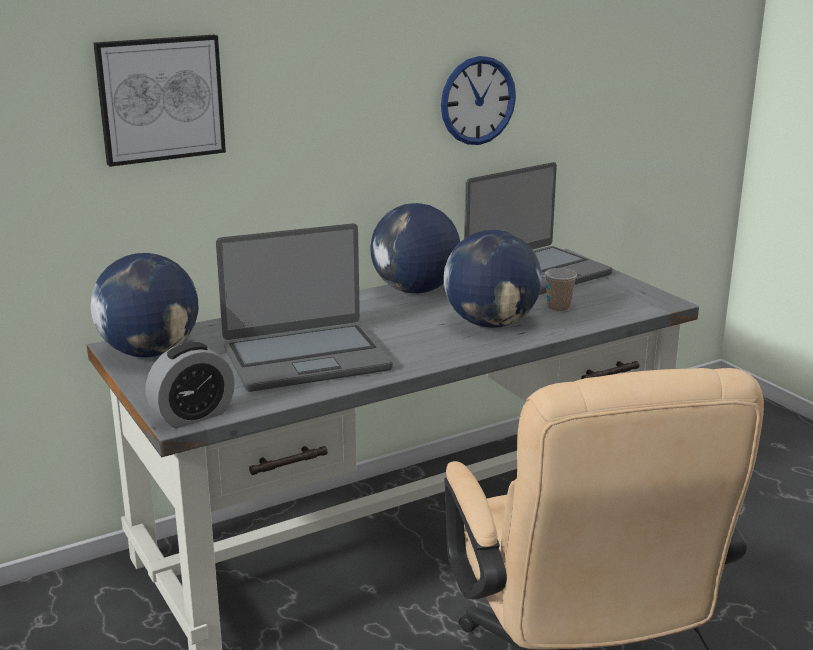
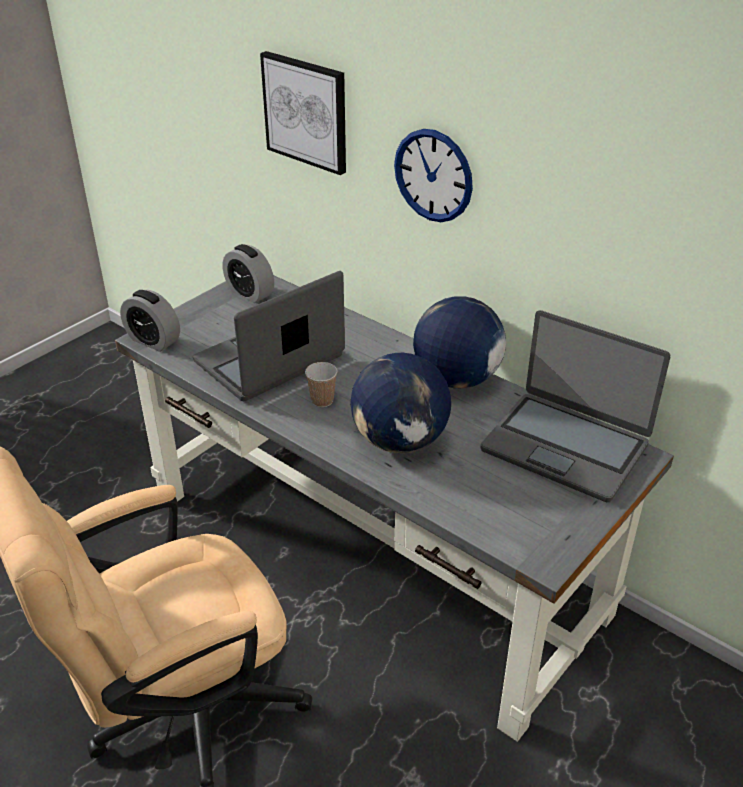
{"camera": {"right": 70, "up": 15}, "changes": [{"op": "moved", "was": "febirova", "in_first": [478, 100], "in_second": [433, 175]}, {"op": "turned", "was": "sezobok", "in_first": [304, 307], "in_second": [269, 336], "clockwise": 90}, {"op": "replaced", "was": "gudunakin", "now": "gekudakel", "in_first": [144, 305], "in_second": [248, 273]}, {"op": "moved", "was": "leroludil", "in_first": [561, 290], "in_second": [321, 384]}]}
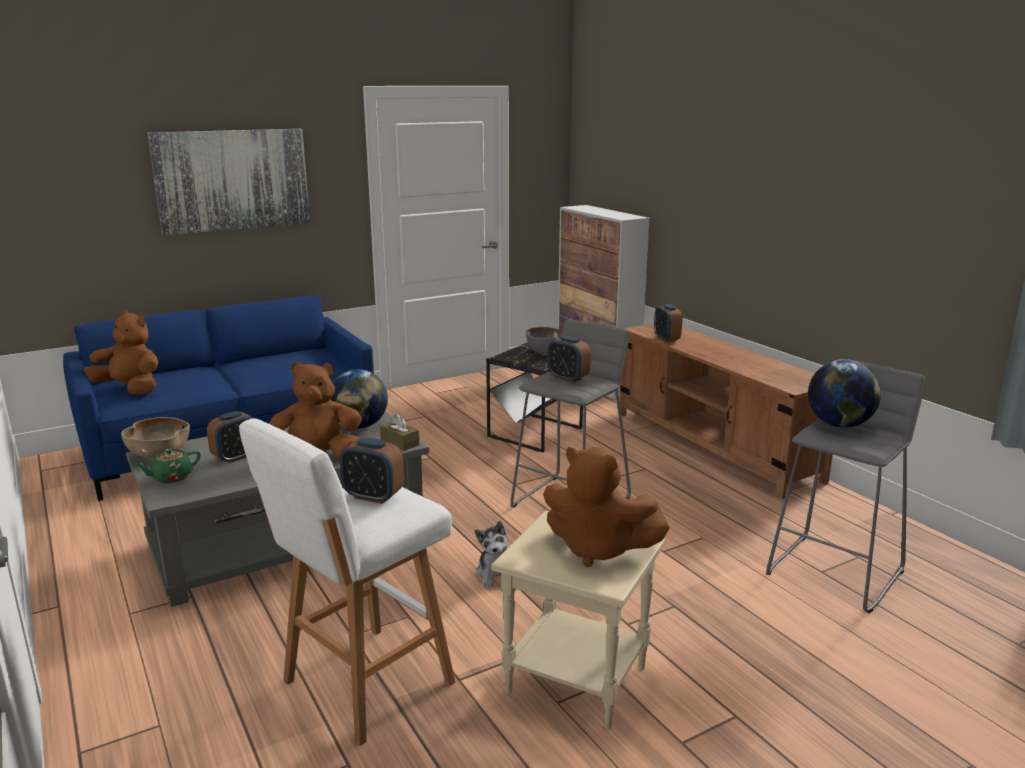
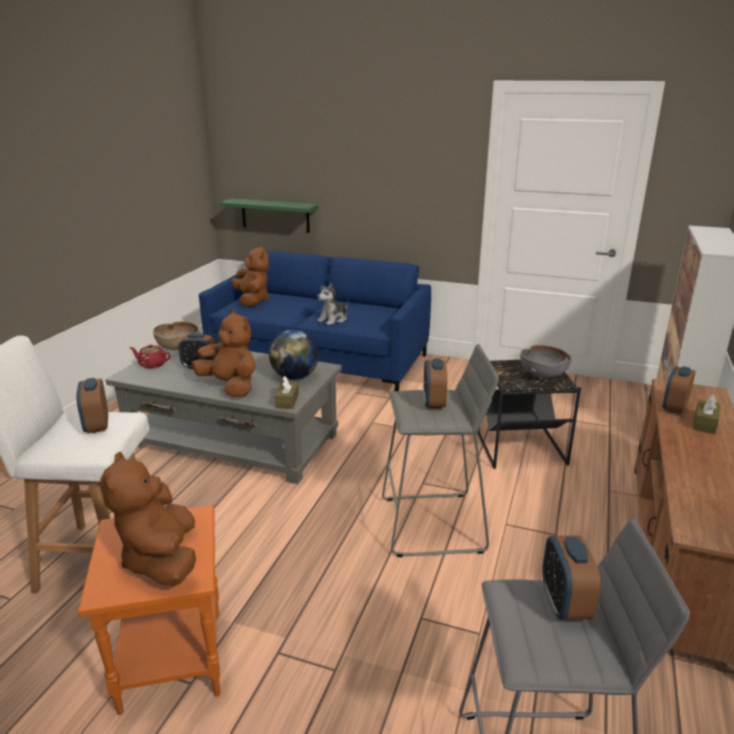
{"camera": {"right": 50, "up": 5}, "changes": [{"op": "removed", "was": "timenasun", "in_first": [228, 182]}, {"op": "replaced", "was": "gudunakin", "now": "gekudakel", "in_first": [844, 393], "in_second": [571, 577]}, {"op": "recoloured", "was": "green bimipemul", "now": "red bimipemul", "in_first": [167, 465], "in_second": [150, 356]}, {"op": "recoloured", "was": "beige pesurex", "now": "orange pesurex", "in_first": [578, 620], "in_second": [149, 610]}, {"op": "moved", "was": "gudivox", "in_first": [491, 554], "in_second": [332, 304]}, {"op": "added", "now": "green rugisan", "in_second": [269, 215]}, {"op": "added", "now": "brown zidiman", "in_second": [706, 414]}]}
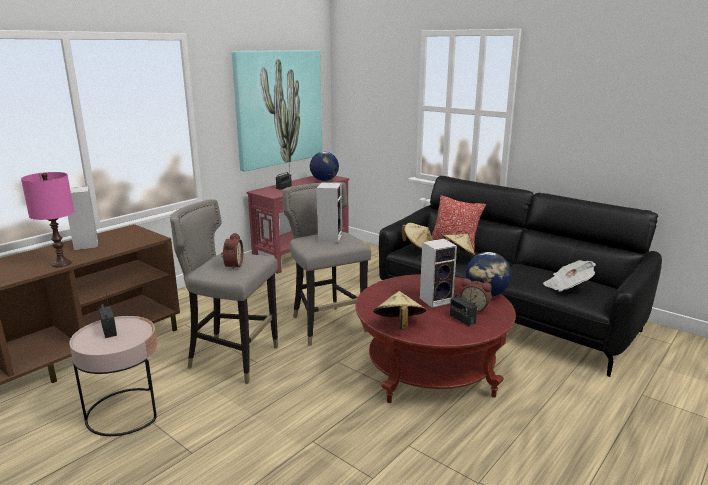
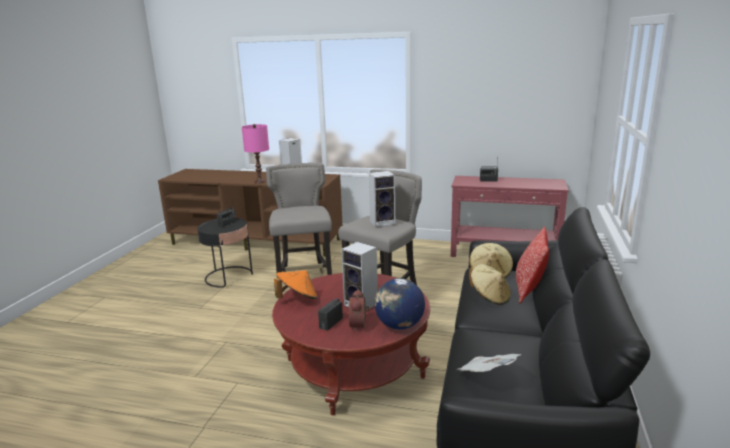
{"camera": {"right": 65, "up": 0}, "changes": [{"op": "removed", "was": "timenasun", "in_first": [277, 110]}, {"op": "removed", "was": "gudunakin", "in_first": [324, 166]}, {"op": "removed", "was": "gekudakel", "in_first": [232, 251]}, {"op": "recoloured", "was": "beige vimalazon", "now": "orange vimalazon", "in_first": [399, 310], "in_second": [295, 284]}, {"op": "recoloured", "was": "pink pesurex", "now": "black pesurex", "in_first": [113, 376], "in_second": [225, 253]}]}
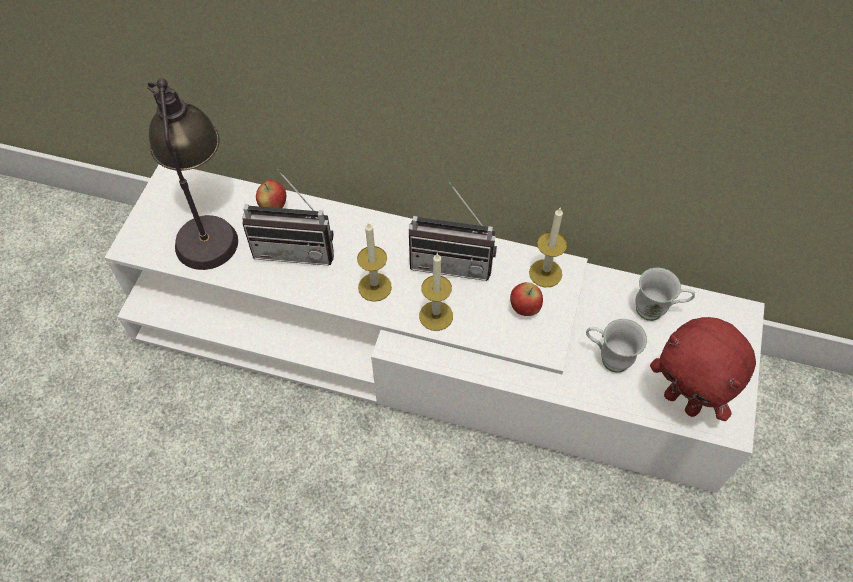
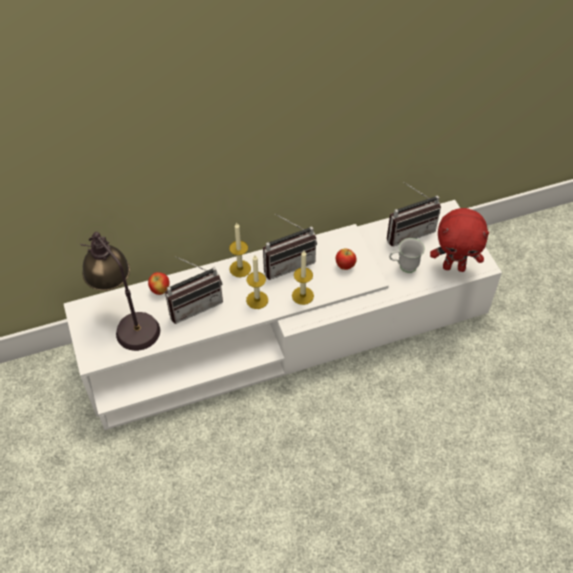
{"camera": {"right": -35, "up": -5}, "changes": [{"op": "moved", "was": "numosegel", "in_first": [548, 247], "in_second": [240, 250]}, {"op": "replaced", "was": "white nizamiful", "now": "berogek", "in_first": [665, 294], "in_second": [414, 214]}]}
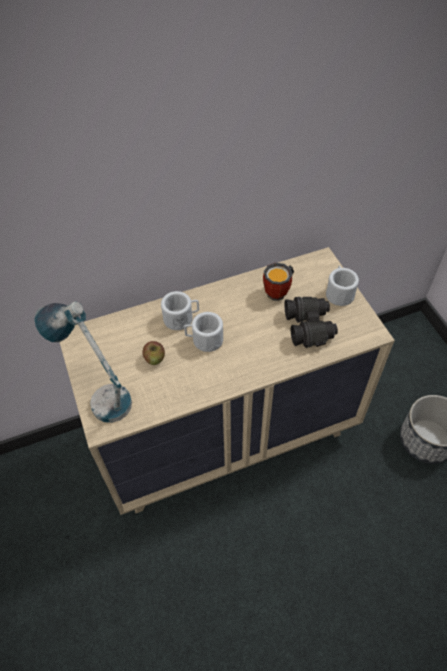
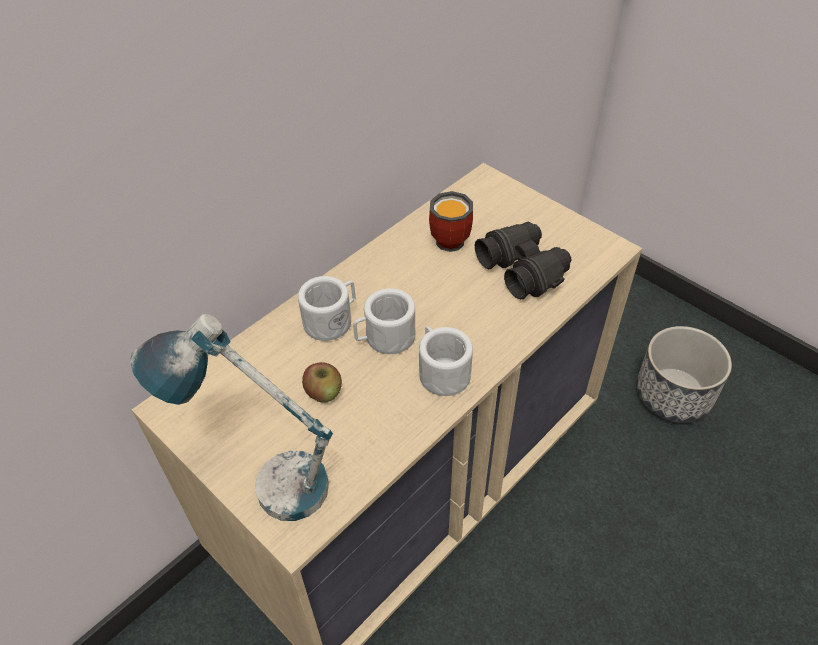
{"camera": {"right": -25, "up": -5}, "changes": [{"op": "moved", "was": "white nizamiful", "in_first": [342, 286], "in_second": [446, 361]}]}
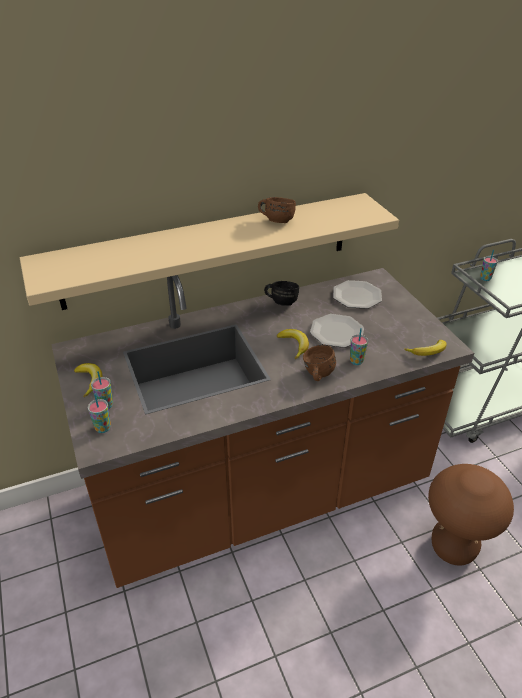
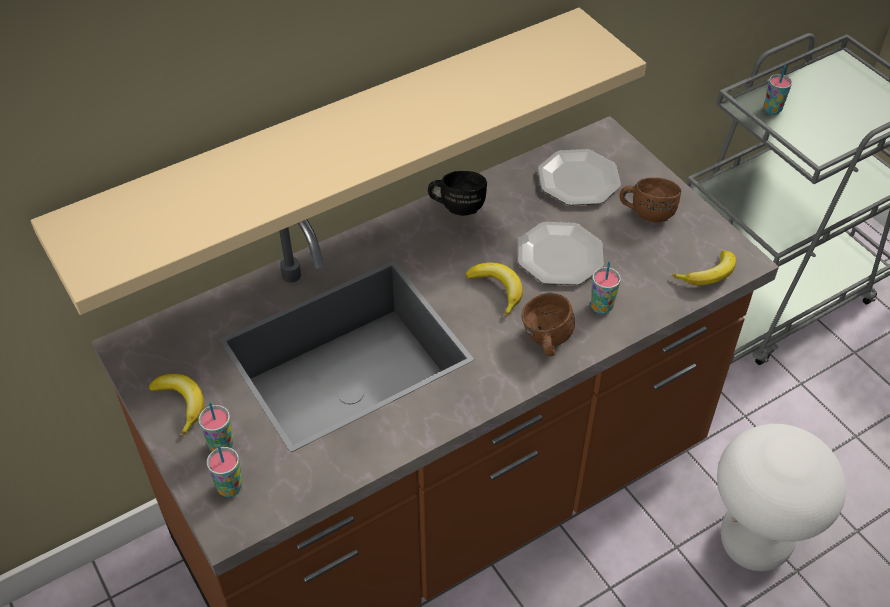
{"camera": {"right": -10, "up": 10}, "changes": [{"op": "moved", "was": "brown nizamiful", "in_first": [277, 210], "in_second": [650, 200]}, {"op": "recoloured", "was": "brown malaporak", "now": "white malaporak", "in_first": [471, 515], "in_second": [781, 497]}]}
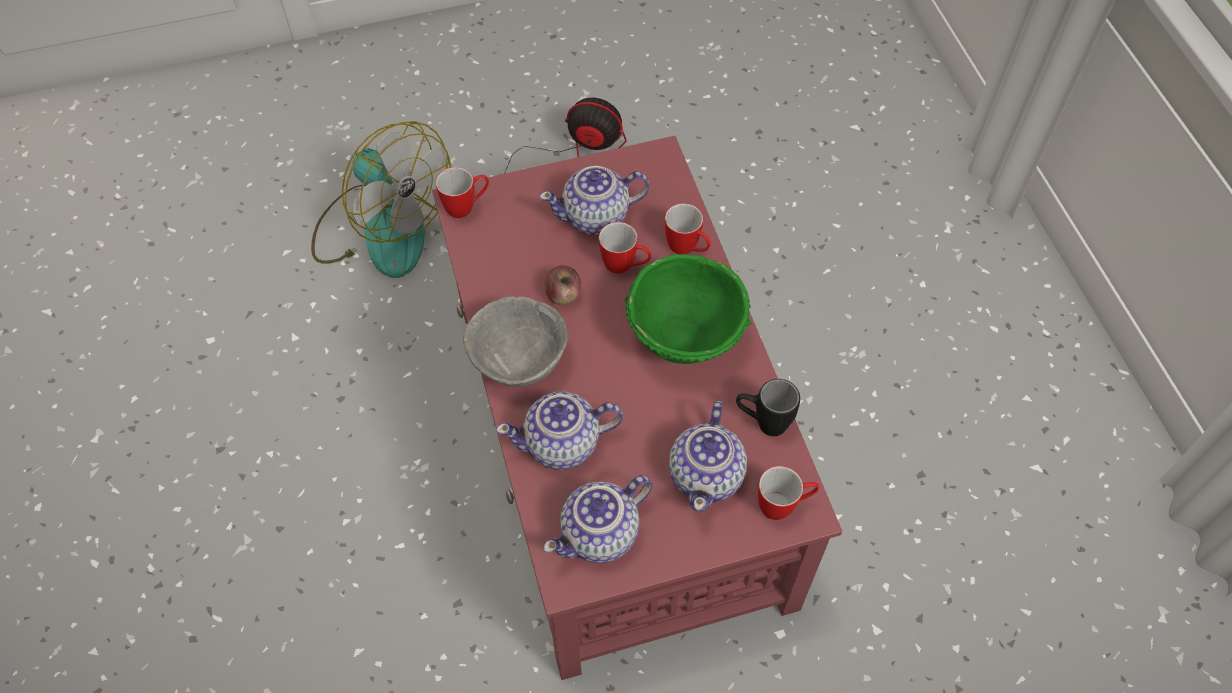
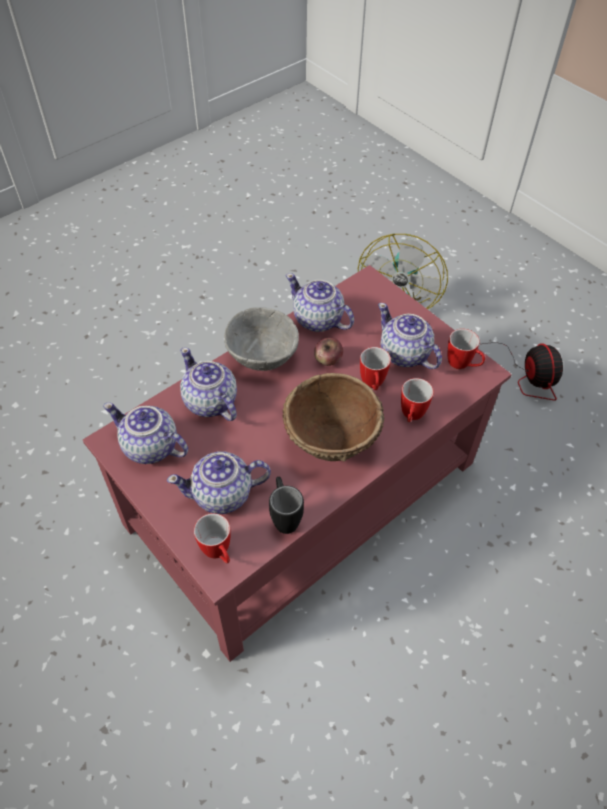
{"camera": {"right": 65, "up": -5}, "changes": [{"op": "moved", "was": "nizamiful", "in_first": [462, 192], "in_second": [466, 349]}, {"op": "recoloured", "was": "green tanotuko", "now": "brown tanotuko", "in_first": [688, 309], "in_second": [333, 417]}, {"op": "added", "now": "bimipemul", "in_second": [320, 302]}]}
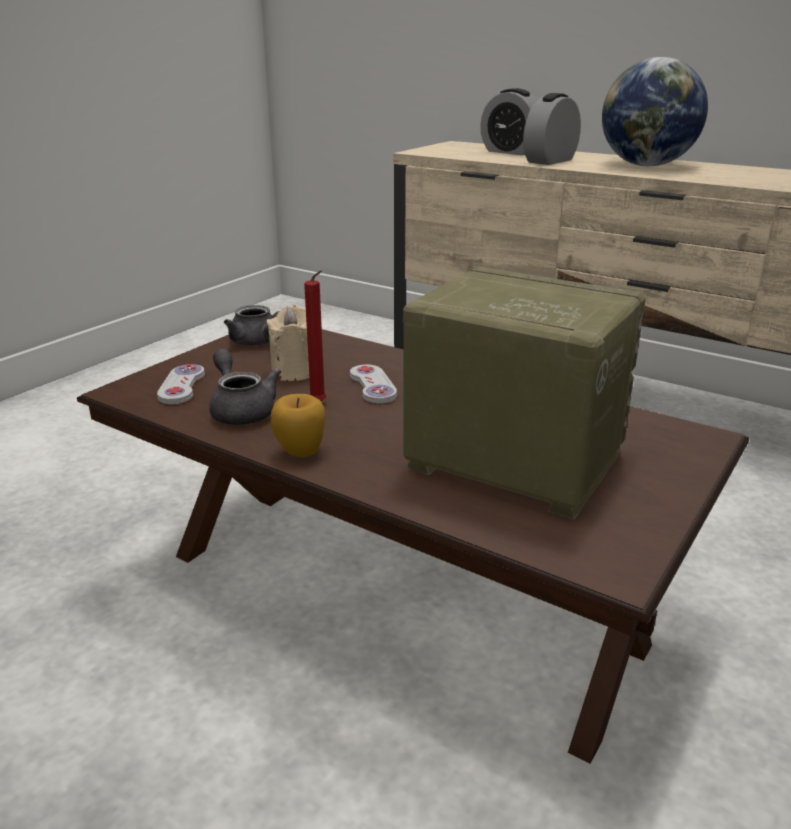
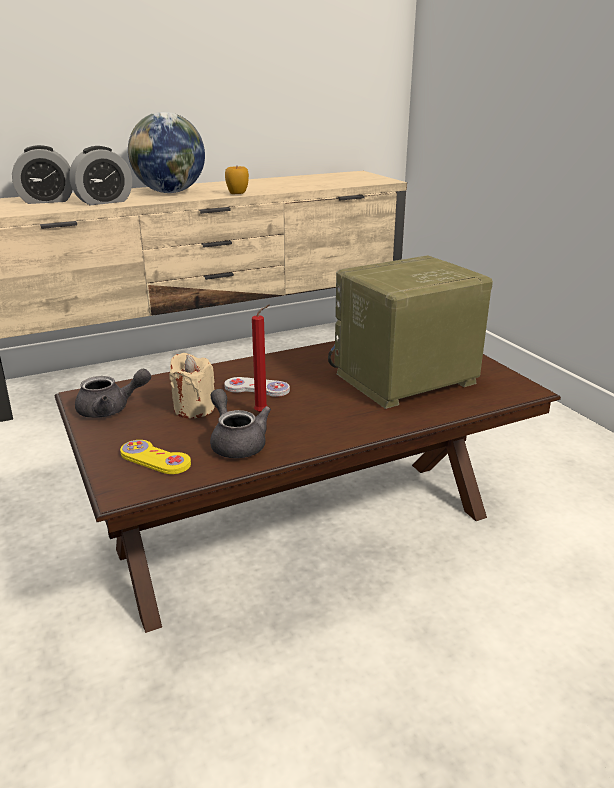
{"camera": {"right": -60, "up": 0}, "changes": [{"op": "turned", "was": "gekudakel", "in_first": [552, 129], "in_second": [100, 175], "clockwise": -105}, {"op": "turned", "was": "grey bimipemul", "in_first": [245, 387], "in_second": [240, 423], "clockwise": 60}, {"op": "recoloured", "was": "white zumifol", "now": "yellow zumifol", "in_first": [181, 384], "in_second": [155, 457]}, {"op": "moved", "was": "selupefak", "in_first": [298, 425], "in_second": [237, 180]}]}
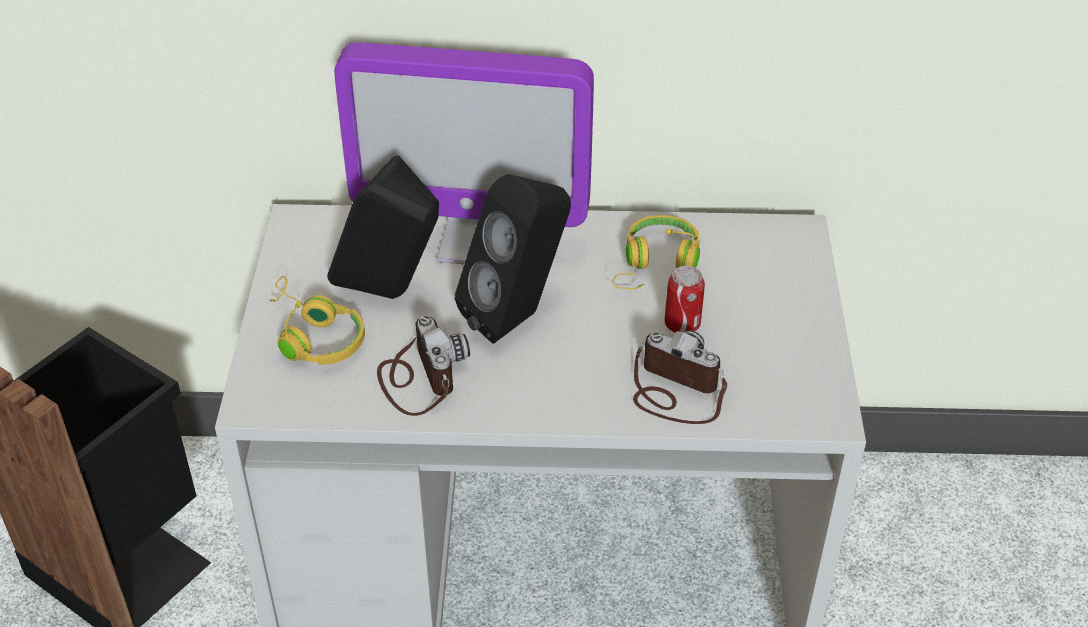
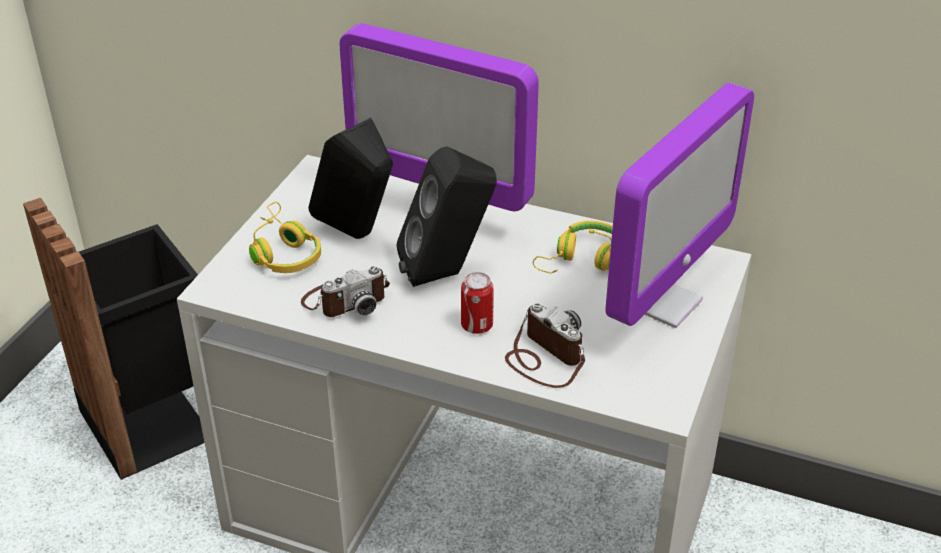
{"camera": {"right": 20, "up": -5}, "changes": [{"op": "moved", "was": "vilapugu", "in_first": [685, 299], "in_second": [477, 303]}, {"op": "turned", "was": "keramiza", "in_first": [423, 366], "in_second": [345, 291], "clockwise": 60}, {"op": "added", "now": "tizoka", "in_second": [679, 205]}]}
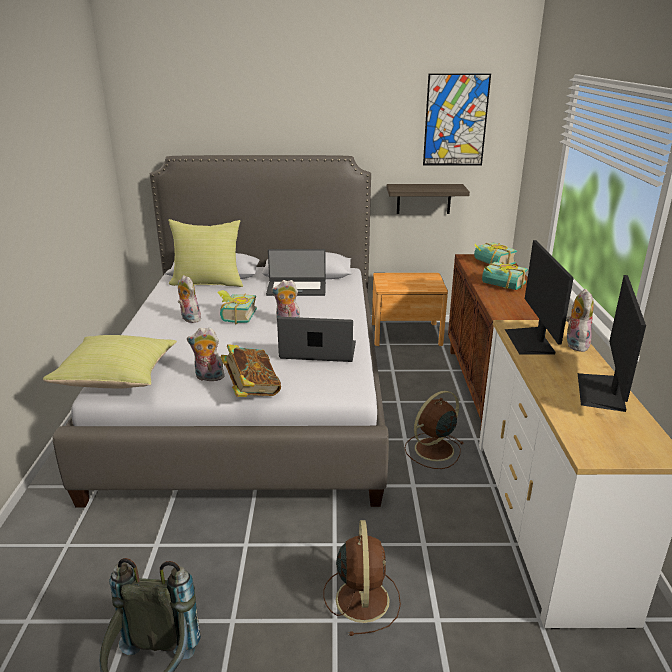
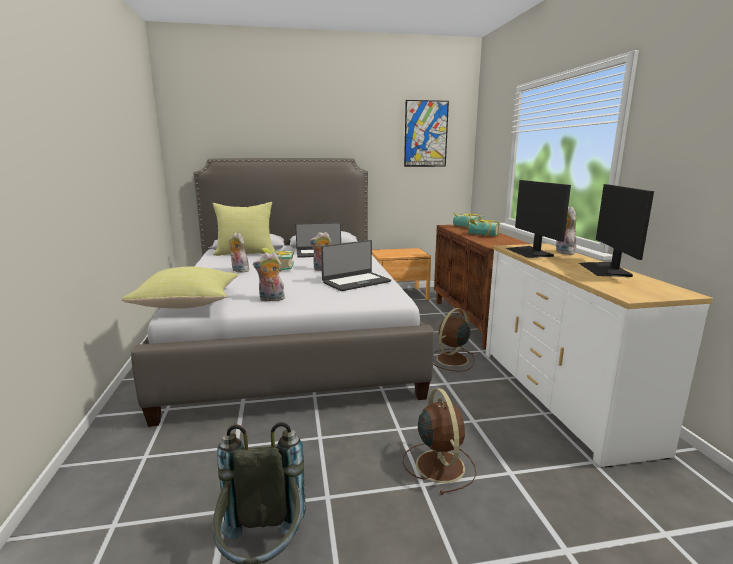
{"camera": {"right": -10, "up": -10}, "changes": [{"op": "removed", "was": "rugisan", "in_first": [428, 199]}, {"op": "turned", "was": "sezobok", "in_first": [316, 339], "in_second": [356, 265], "clockwise": 150}, {"op": "removed", "was": "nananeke", "in_first": [250, 370]}]}
